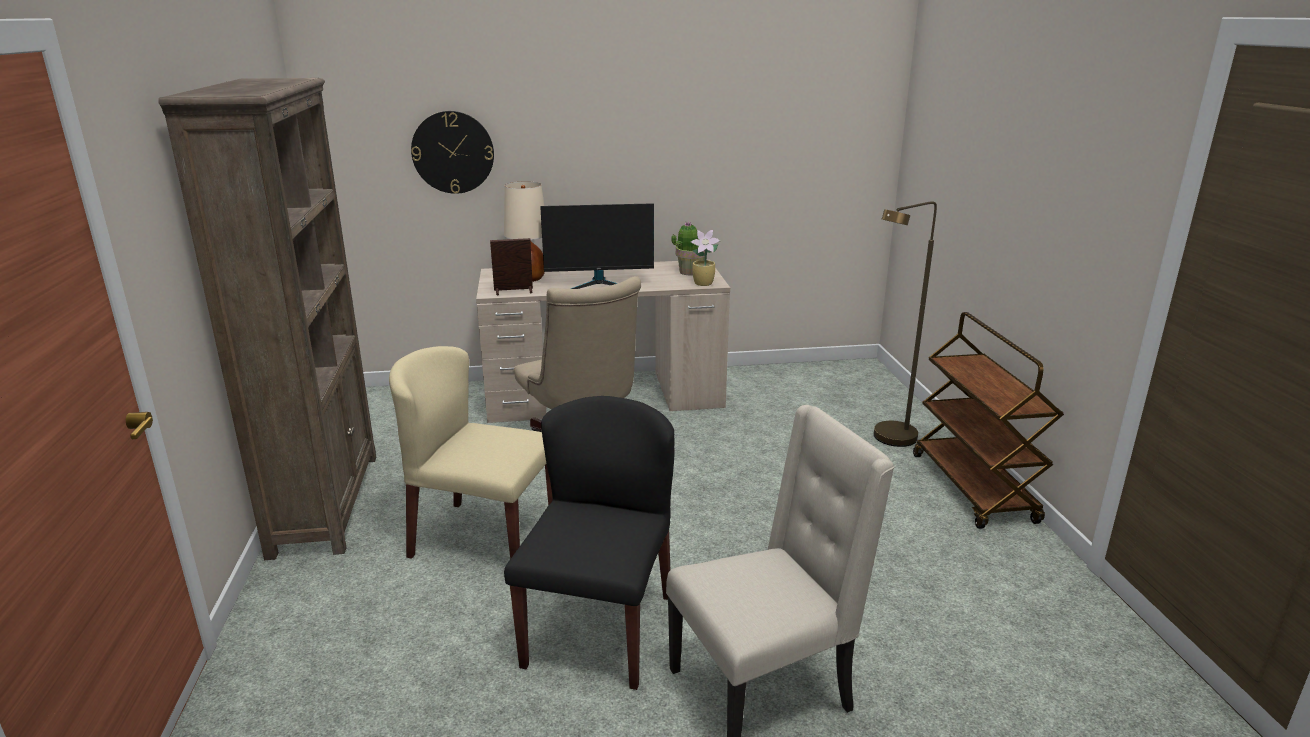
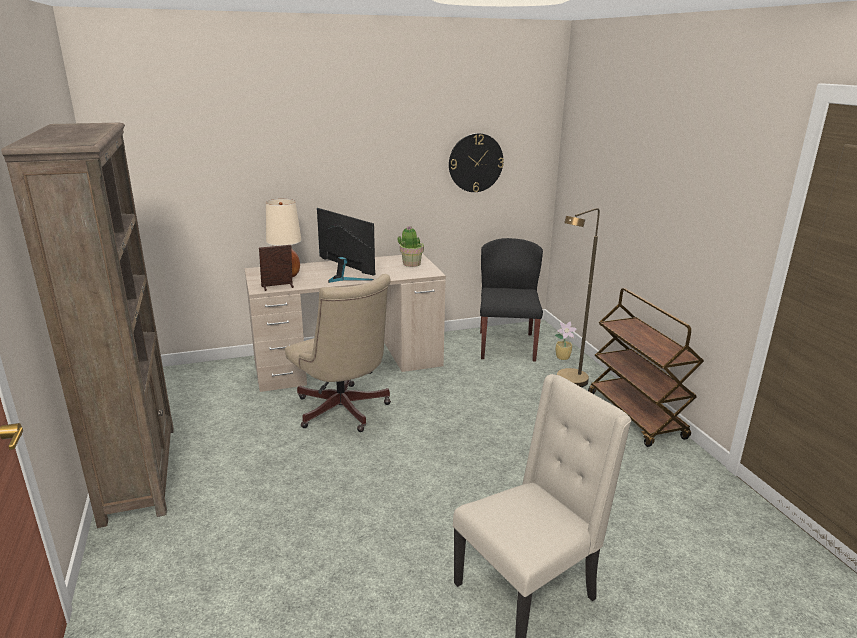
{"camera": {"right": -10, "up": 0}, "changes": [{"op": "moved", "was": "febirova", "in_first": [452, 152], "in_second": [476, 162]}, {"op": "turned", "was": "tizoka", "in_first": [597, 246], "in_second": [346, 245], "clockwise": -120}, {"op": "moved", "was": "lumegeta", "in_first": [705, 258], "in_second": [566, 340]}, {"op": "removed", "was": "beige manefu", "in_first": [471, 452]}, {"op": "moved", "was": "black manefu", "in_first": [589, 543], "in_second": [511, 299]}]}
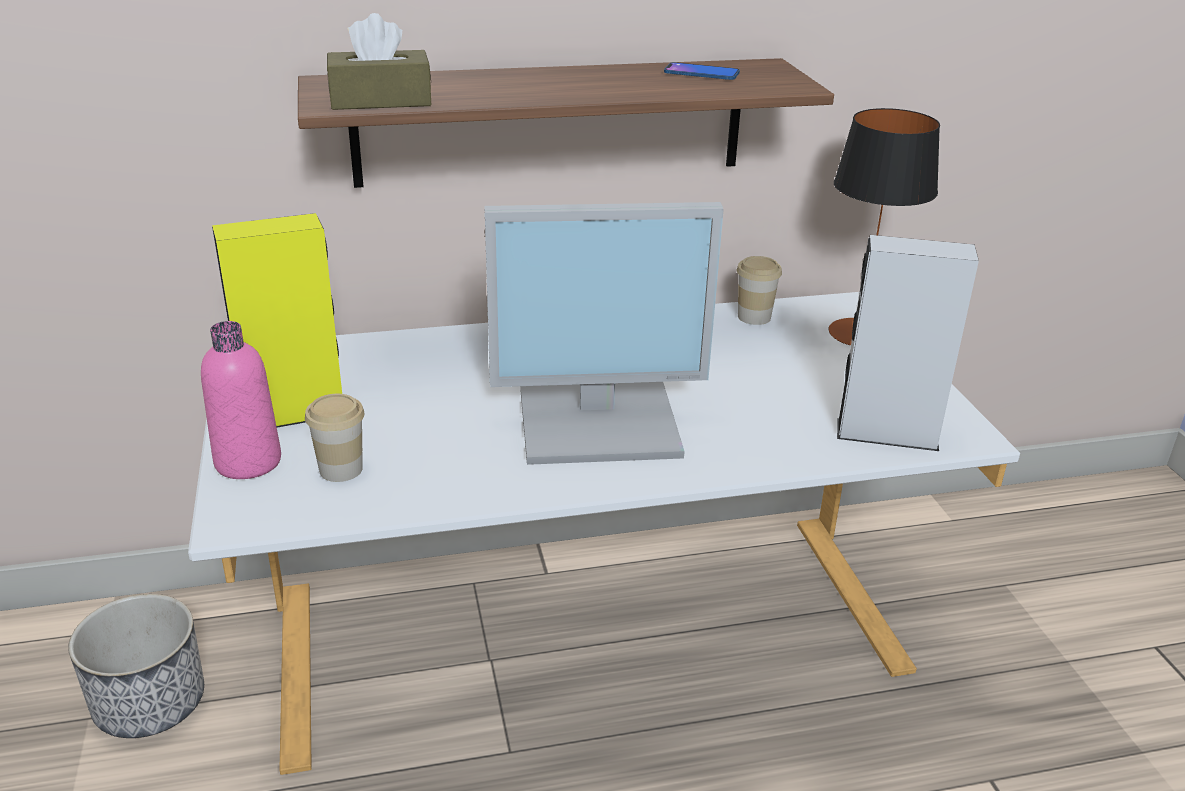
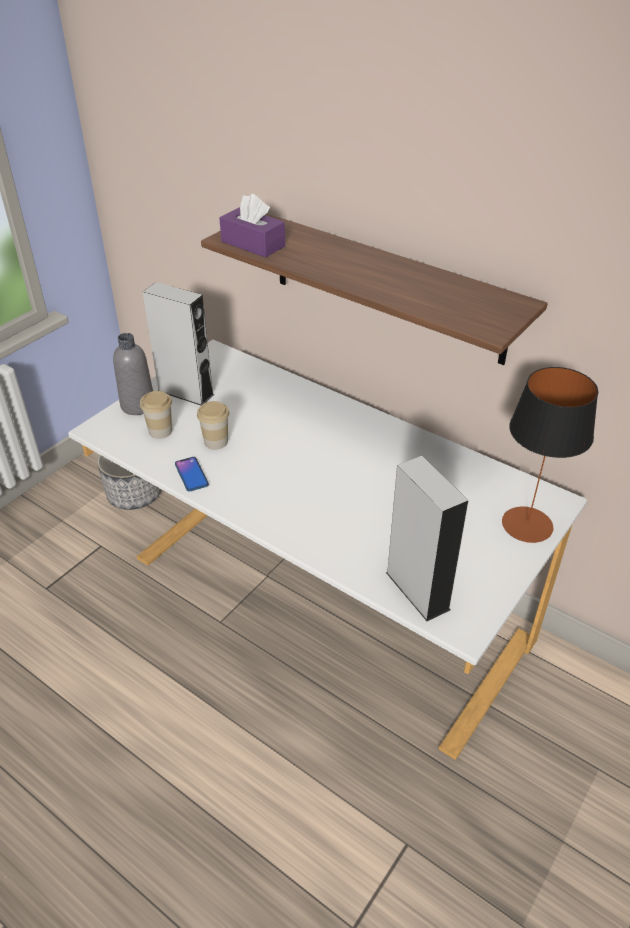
{"camera": {"right": 50, "up": 10}, "changes": [{"op": "recoloured", "was": "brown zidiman", "now": "purple zidiman", "in_first": [379, 61], "in_second": [252, 226]}, {"op": "moved", "was": "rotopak", "in_first": [702, 71], "in_second": [192, 474]}, {"op": "removed", "was": "tizoka", "in_first": [604, 333]}, {"op": "recoloured", "was": "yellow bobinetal", "now": "grey bobinetal", "in_first": [277, 320], "in_second": [178, 343]}, {"op": "moved", "was": "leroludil", "in_first": [759, 290], "in_second": [213, 425]}, {"op": "recoloured", "was": "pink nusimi", "now": "grey nusimi", "in_first": [241, 400], "in_second": [133, 374]}]}
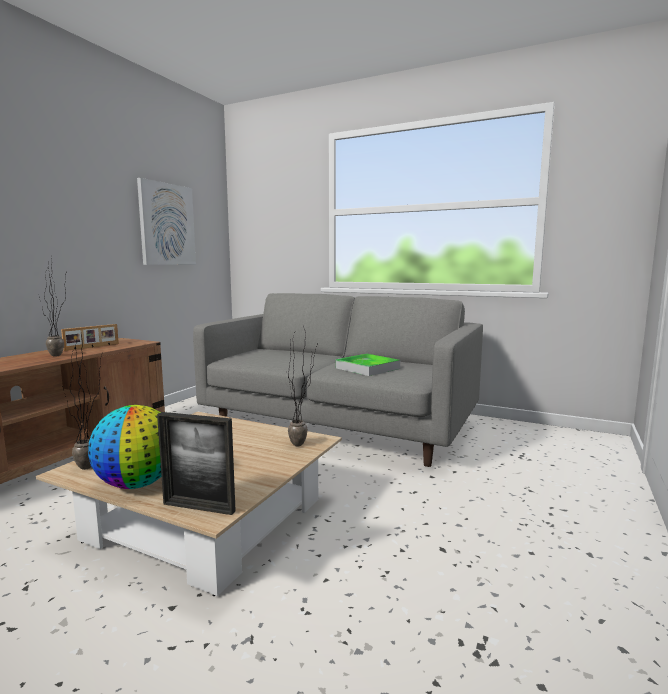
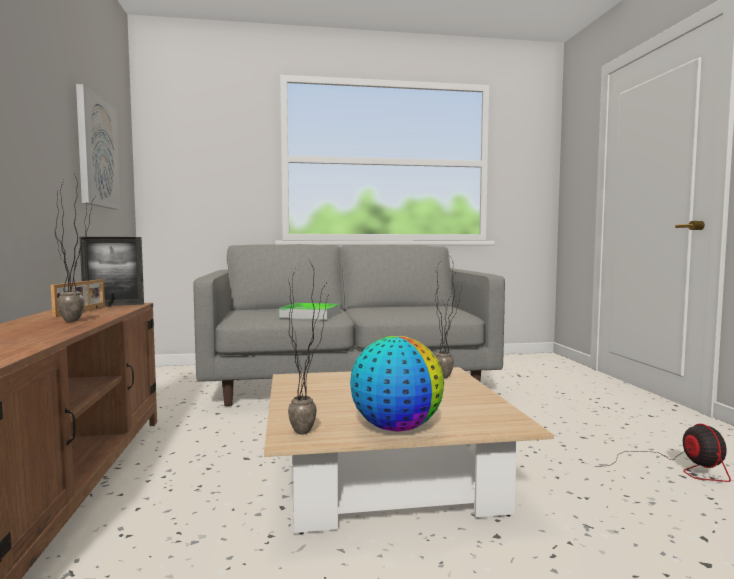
{"camera": {"right": -35, "up": -5}, "changes": [{"op": "moved", "was": "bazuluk", "in_first": [368, 365], "in_second": [309, 311]}, {"op": "moved", "was": "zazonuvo", "in_first": [196, 463], "in_second": [111, 271]}, {"op": "added", "now": "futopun", "in_second": [663, 453]}]}
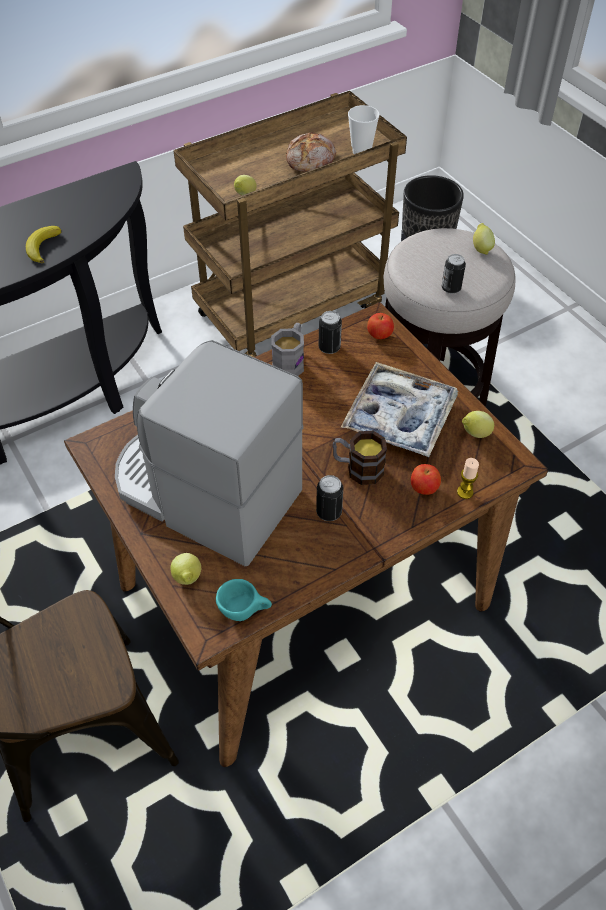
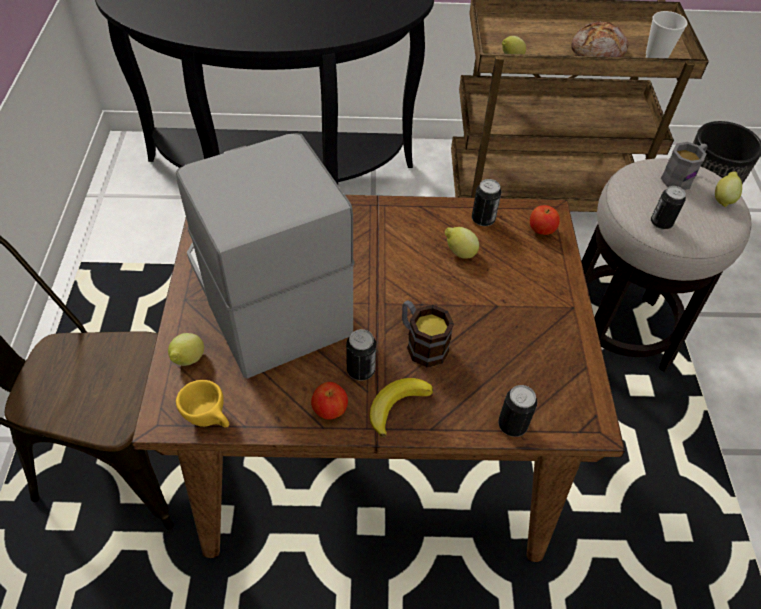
{"camera": {"right": 30, "up": 0}, "changes": [{"op": "moved", "was": "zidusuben", "in_first": [43, 244], "in_second": [401, 408]}, {"op": "moved", "was": "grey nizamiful", "in_first": [287, 349], "in_second": [684, 166]}, {"op": "removed", "was": "bazuluk", "in_first": [399, 409]}, {"op": "moved", "was": "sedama", "in_first": [478, 424], "in_second": [462, 243]}, {"op": "replaced", "was": "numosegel", "now": "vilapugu", "in_first": [468, 478], "in_second": [517, 411]}, {"op": "moved", "was": "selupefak", "in_first": [426, 479], "in_second": [329, 401]}, {"op": "recoloured", "was": "turquoise leroludil", "now": "yellow leroludil", "in_first": [244, 600], "in_second": [202, 403]}]}
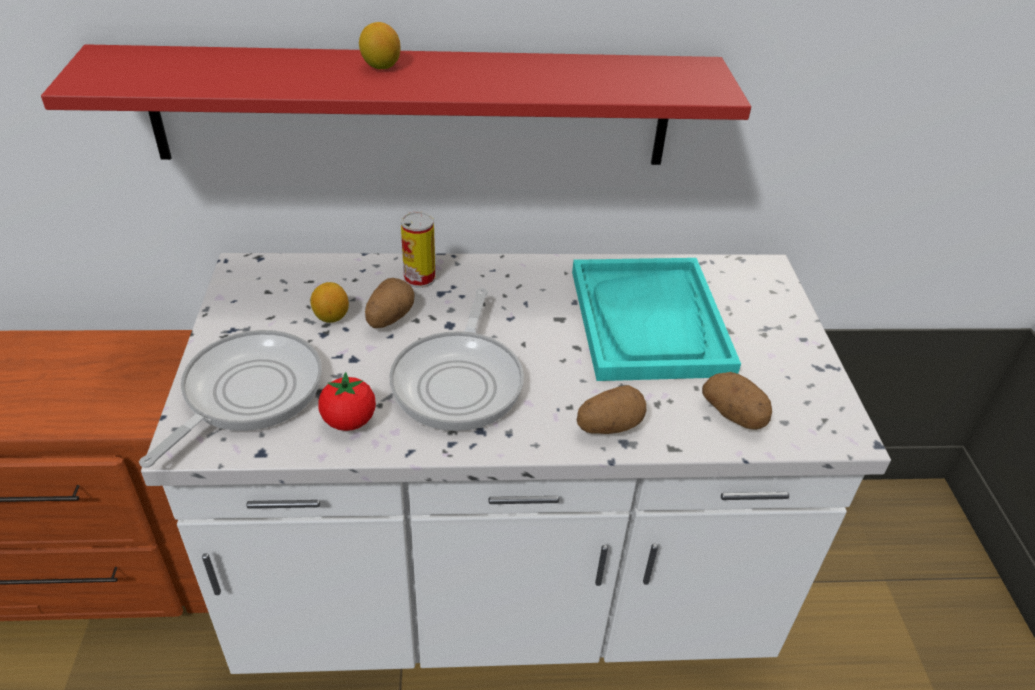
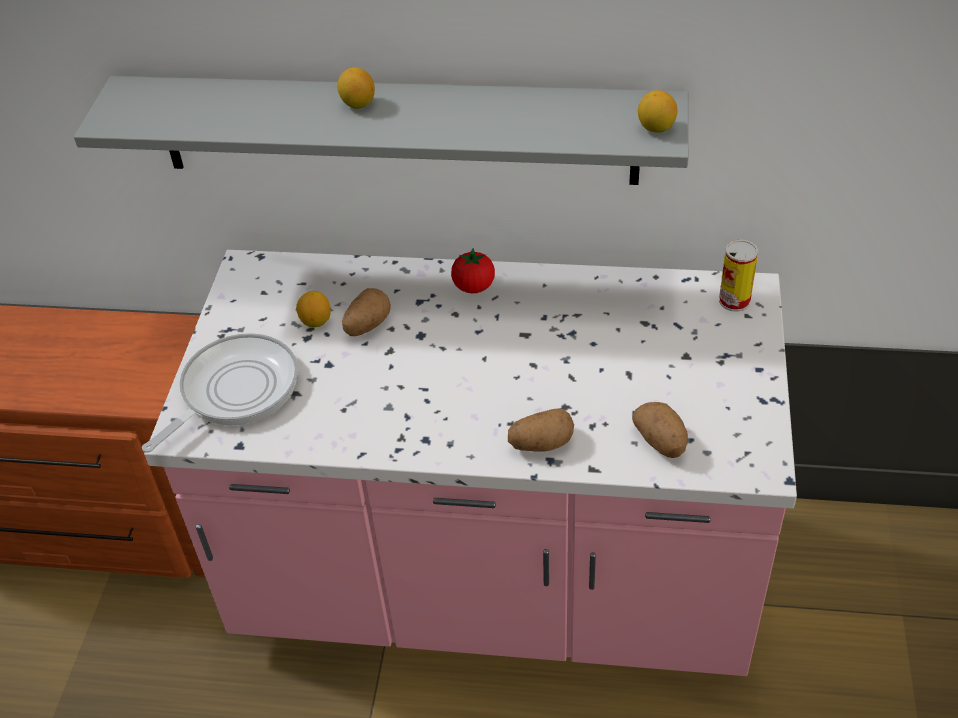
{"camera": {"right": 15, "up": 5}, "changes": [{"op": "recoloured", "was": "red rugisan", "now": "grey rugisan", "in_first": [396, 104], "in_second": [381, 130]}, {"op": "moved", "was": "vilapugu", "in_first": [418, 249], "in_second": [738, 276]}, {"op": "recoloured", "was": "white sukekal", "now": "pink sukekal", "in_first": [516, 463], "in_second": [470, 463]}, {"op": "removed", "was": "turquoise bazuluk", "in_first": [656, 319]}, {"op": "removed", "was": "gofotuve", "in_first": [456, 359]}, {"op": "moved", "was": "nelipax", "in_first": [347, 401], "in_second": [473, 270]}, {"op": "added", "now": "sedama", "in_second": [657, 111]}]}
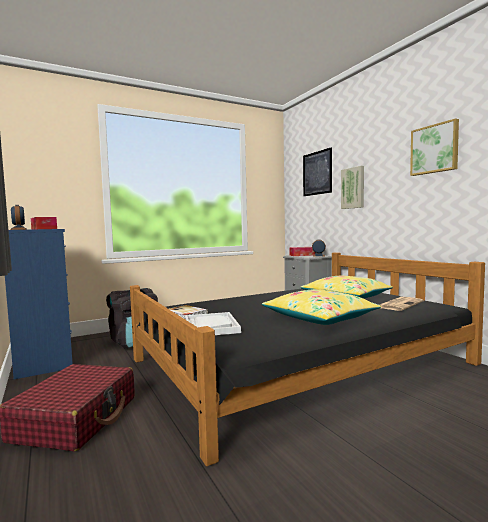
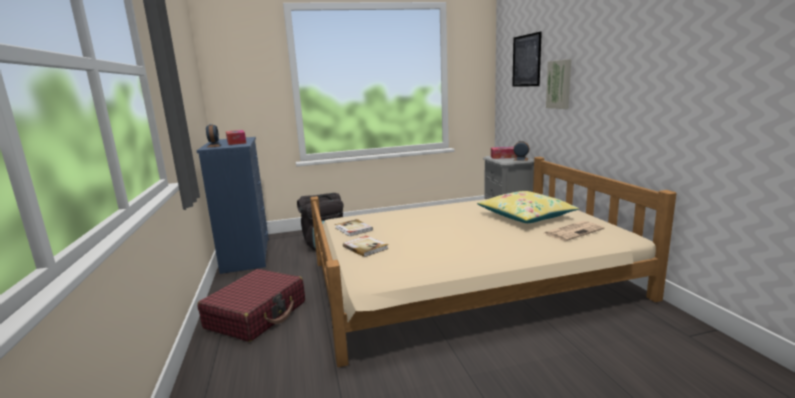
{"camera": {"right": 15, "up": 10}, "changes": [{"op": "removed", "was": "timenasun", "in_first": [434, 147]}, {"op": "recoloured", "was": "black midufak", "now": "beige midufak", "in_first": [307, 359], "in_second": [493, 262]}, {"op": "removed", "was": "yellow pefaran", "in_first": [321, 307]}, {"op": "replaced", "was": "white bazuluk", "now": "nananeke", "in_first": [213, 323], "in_second": [365, 246]}]}
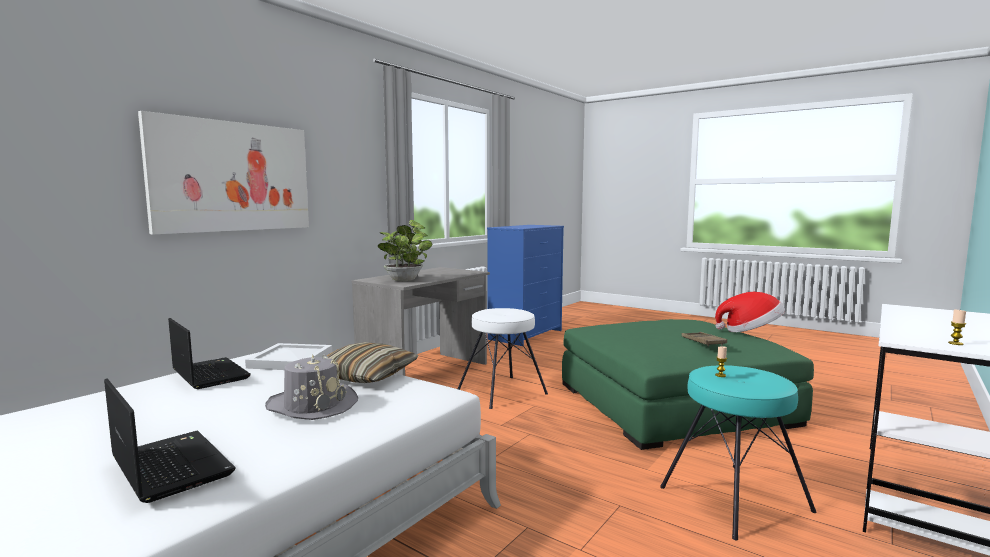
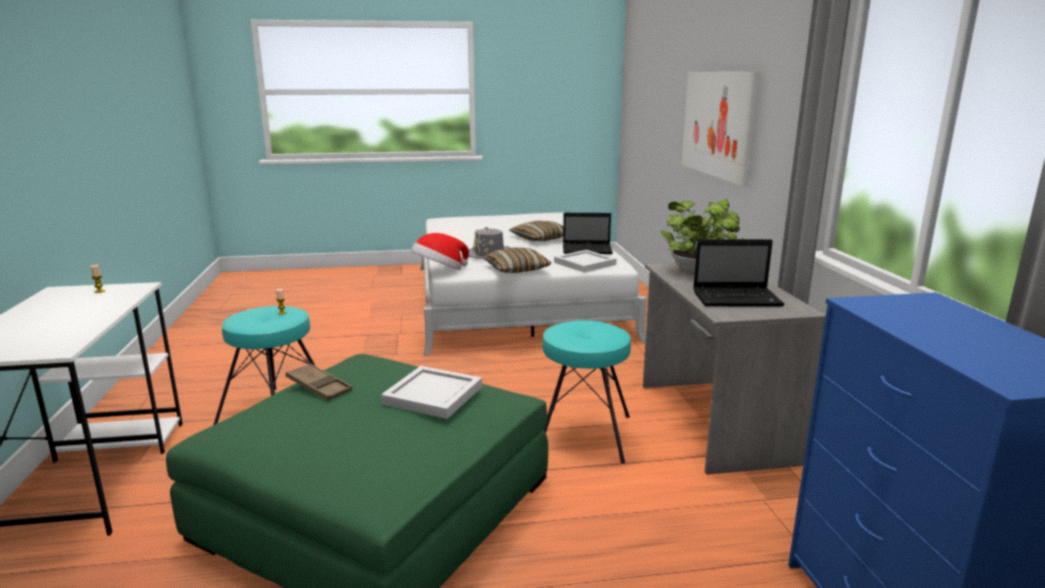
{"camera": {"right": 135, "up": 10}, "changes": [{"op": "moved", "was": "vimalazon", "in_first": [750, 312], "in_second": [440, 251]}, {"op": "recoloured", "was": "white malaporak", "now": "turquoise malaporak", "in_first": [502, 358], "in_second": [586, 392]}, {"op": "moved", "was": "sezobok", "in_first": [170, 440], "in_second": [738, 272]}, {"op": "added", "now": "pefaran", "in_second": [536, 231]}, {"op": "added", "now": "white bazuluk", "in_second": [431, 392]}]}
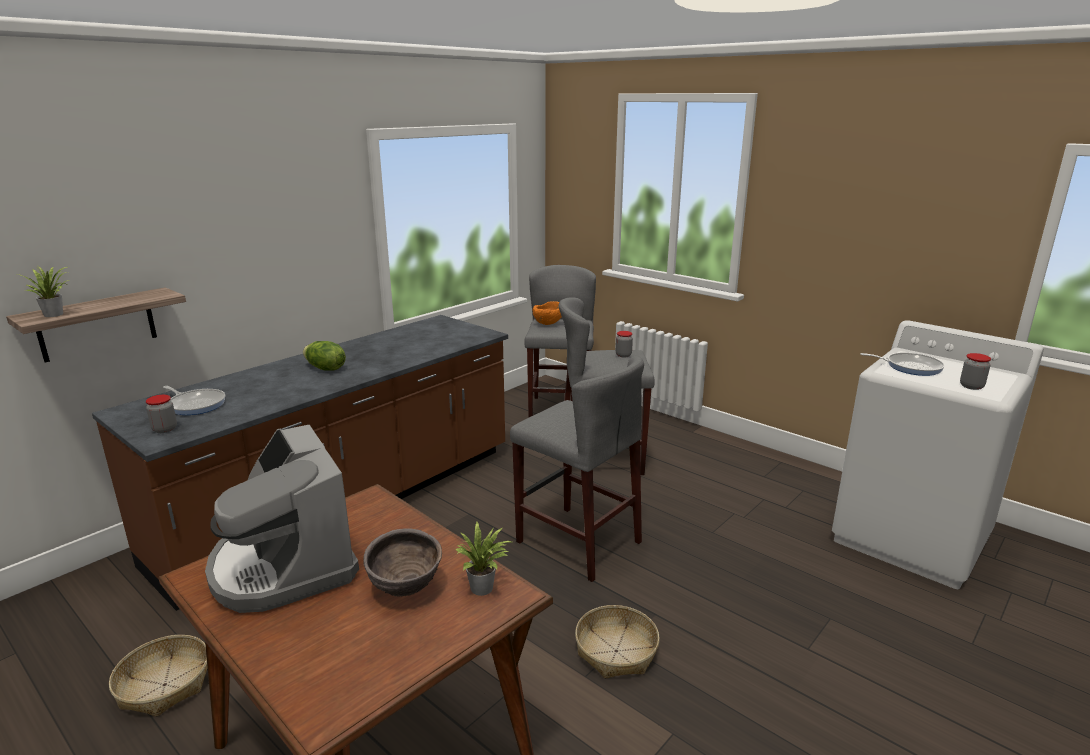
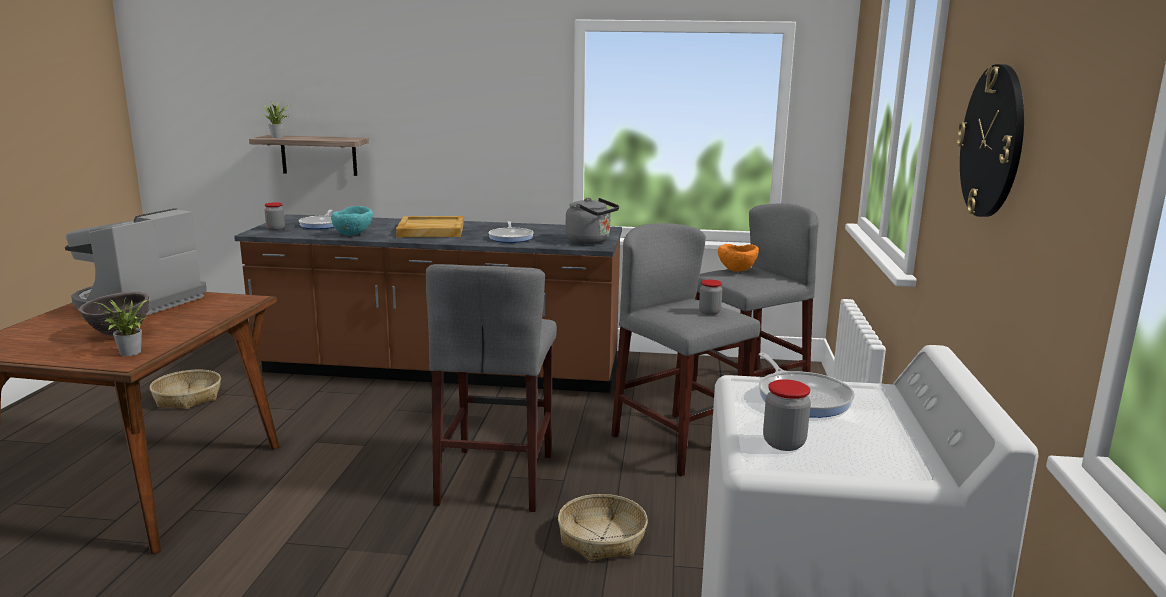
{"camera": {"right": 55, "up": -5}, "changes": [{"op": "replaced", "was": "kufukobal", "now": "beige bazuluk", "in_first": [324, 356], "in_second": [430, 226]}, {"op": "moved", "was": "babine", "in_first": [617, 642], "in_second": [603, 528]}, {"op": "added", "now": "febirova", "in_second": [990, 140]}, {"op": "added", "now": "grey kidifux", "in_second": [592, 221]}, {"op": "added", "now": "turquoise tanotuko", "in_second": [352, 221]}, {"op": "added", "now": "gofotuve", "in_second": [511, 232]}]}
